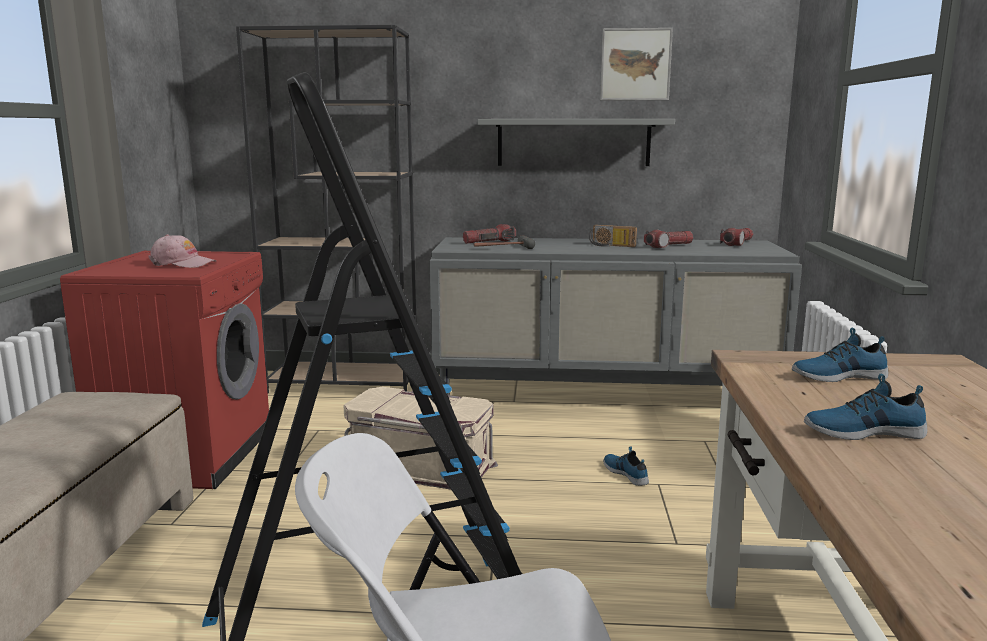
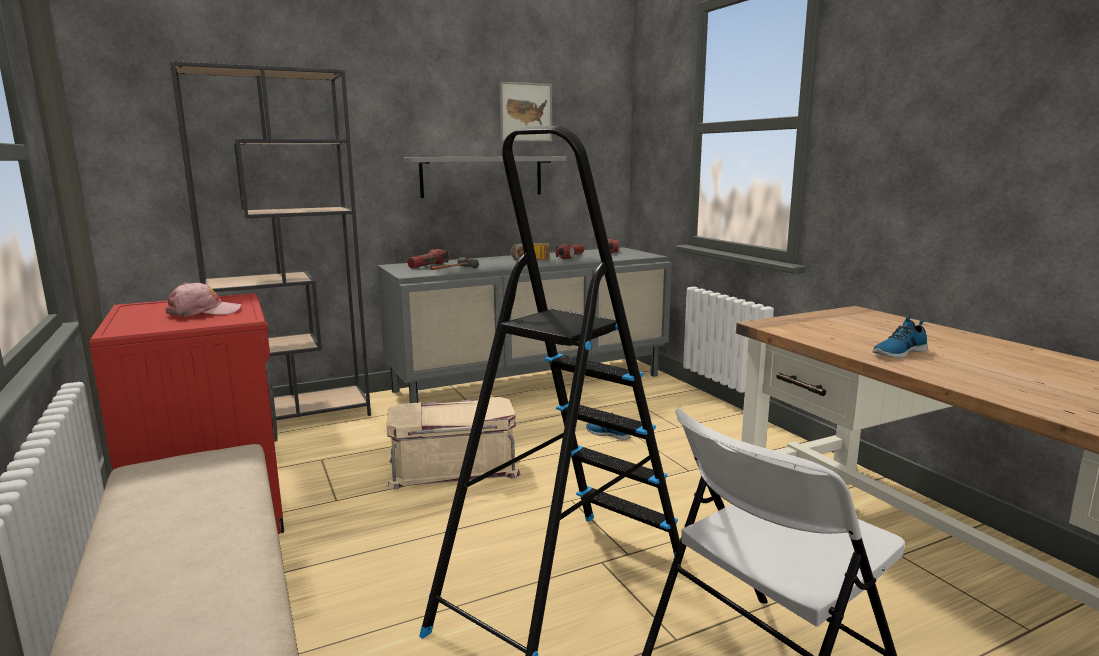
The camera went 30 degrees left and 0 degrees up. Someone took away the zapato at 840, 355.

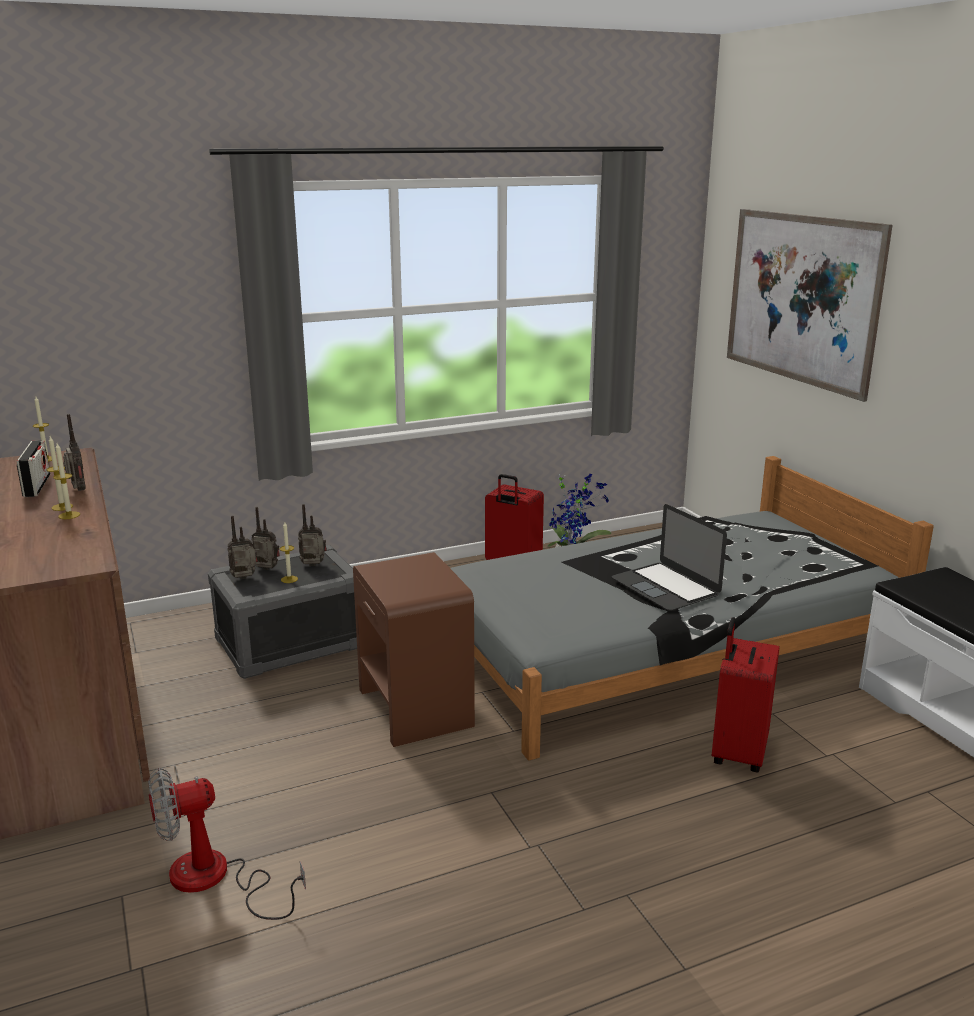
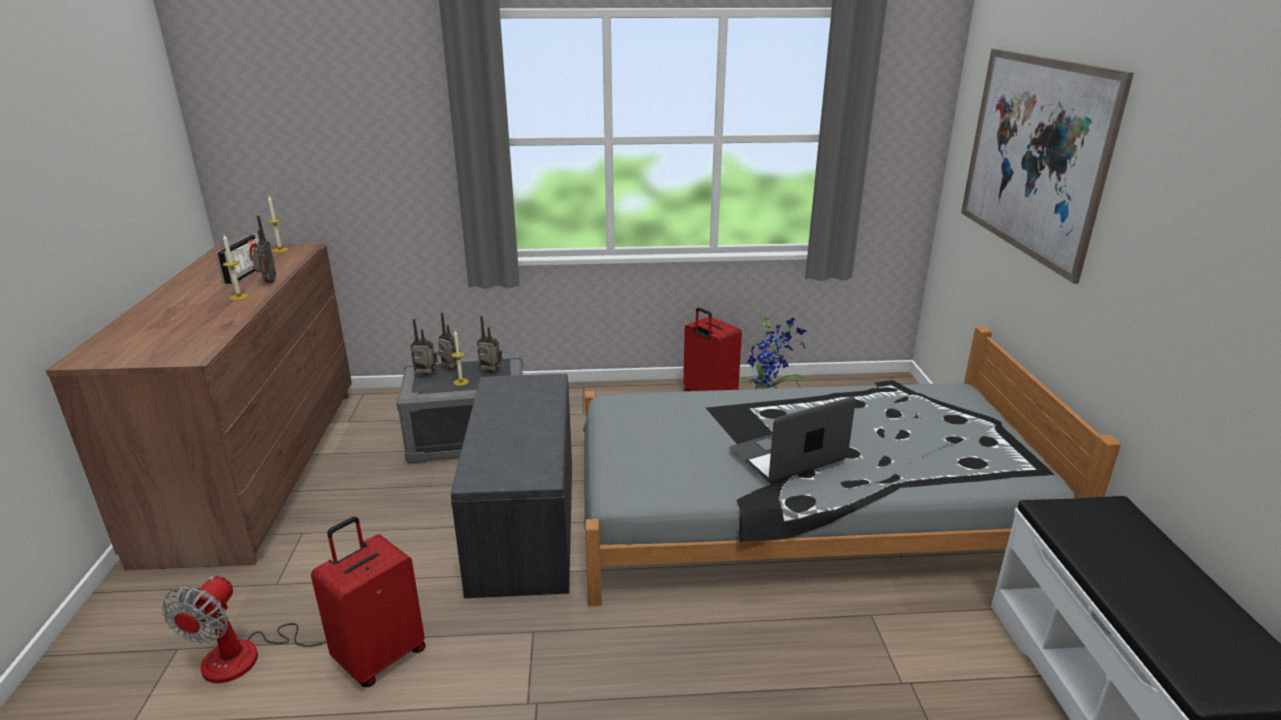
The camera went 20 degrees right and 5 degrees up. Someone took away the vela at 66, 481. Someone rotated the ventilador at 227, 844 by 75 degrees counterclockwise. Someone swapped the mesita de noche (marrón) at 414, 649 for the banco (gris) at 511, 486. Someone rotated the portátil at 669, 557 by 75 degrees clockwise. Someone carried the maleta (rojo) from 745, 694 to 368, 601.

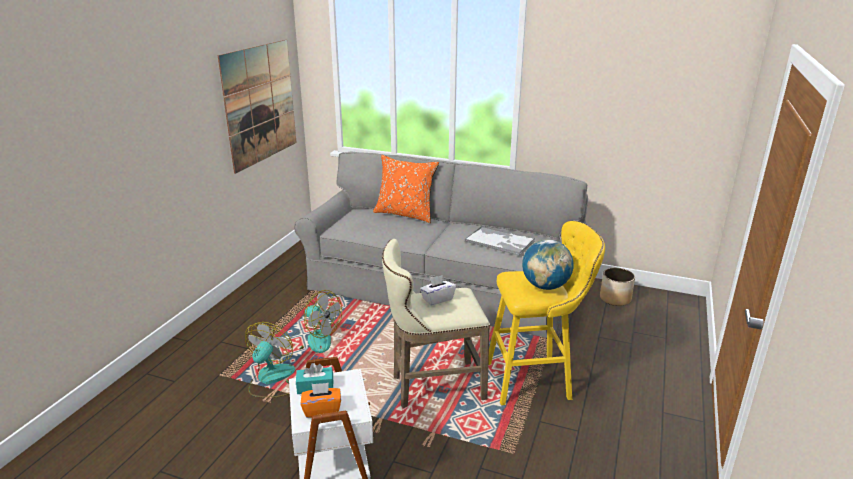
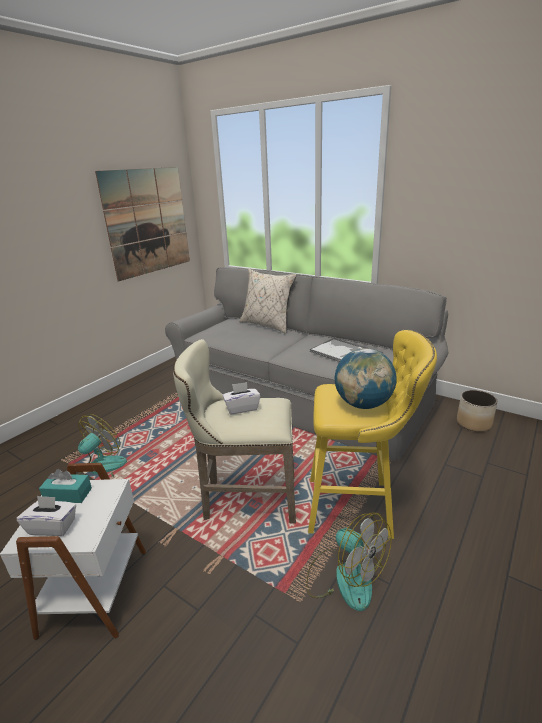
The camera went 15 degrees right and 0 degrees up. Someone carried the ventilador from 315, 321 to 349, 562. Someone repainted the caja de pañuelos (naranja) at 320, 400, which became the caja de pañuelos (blanco) at 46, 516. Someone repainted the cojín (naranja) at 406, 189, which became the cojín (beis) at 268, 301.

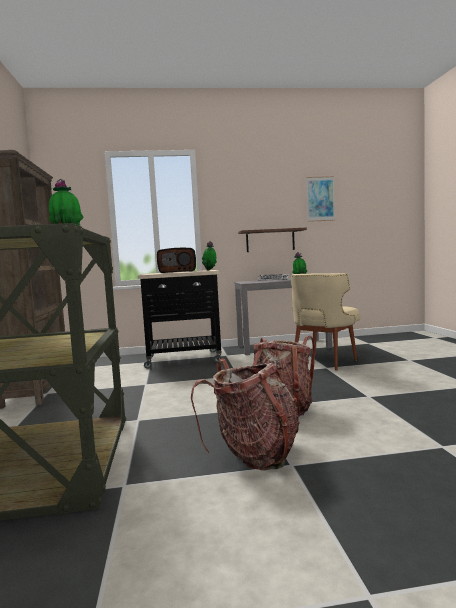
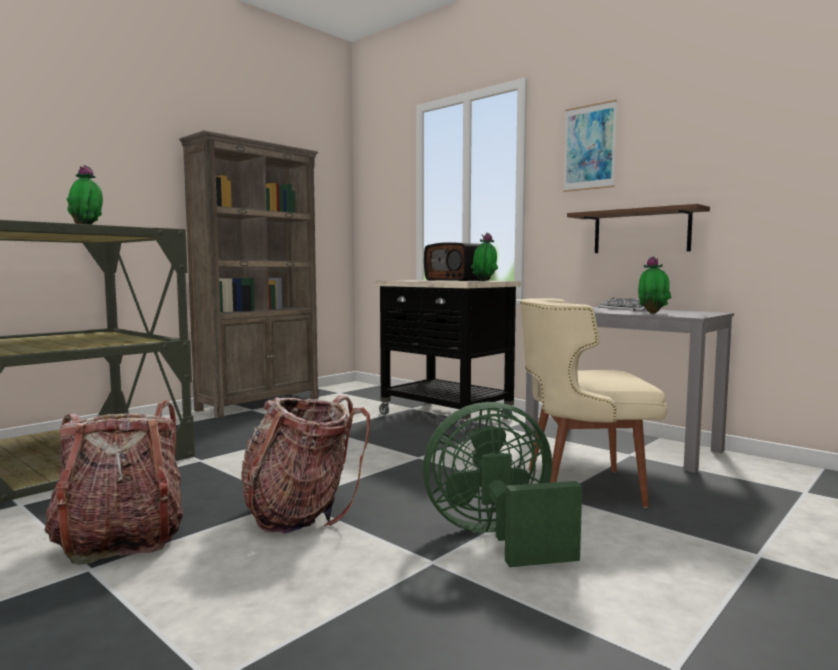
The camera went 50 degrees right and 0 degrees up. Someone carried the cuadro from 320, 199 to 590, 146. Someone put down the ventilador (verde) at 502, 484.

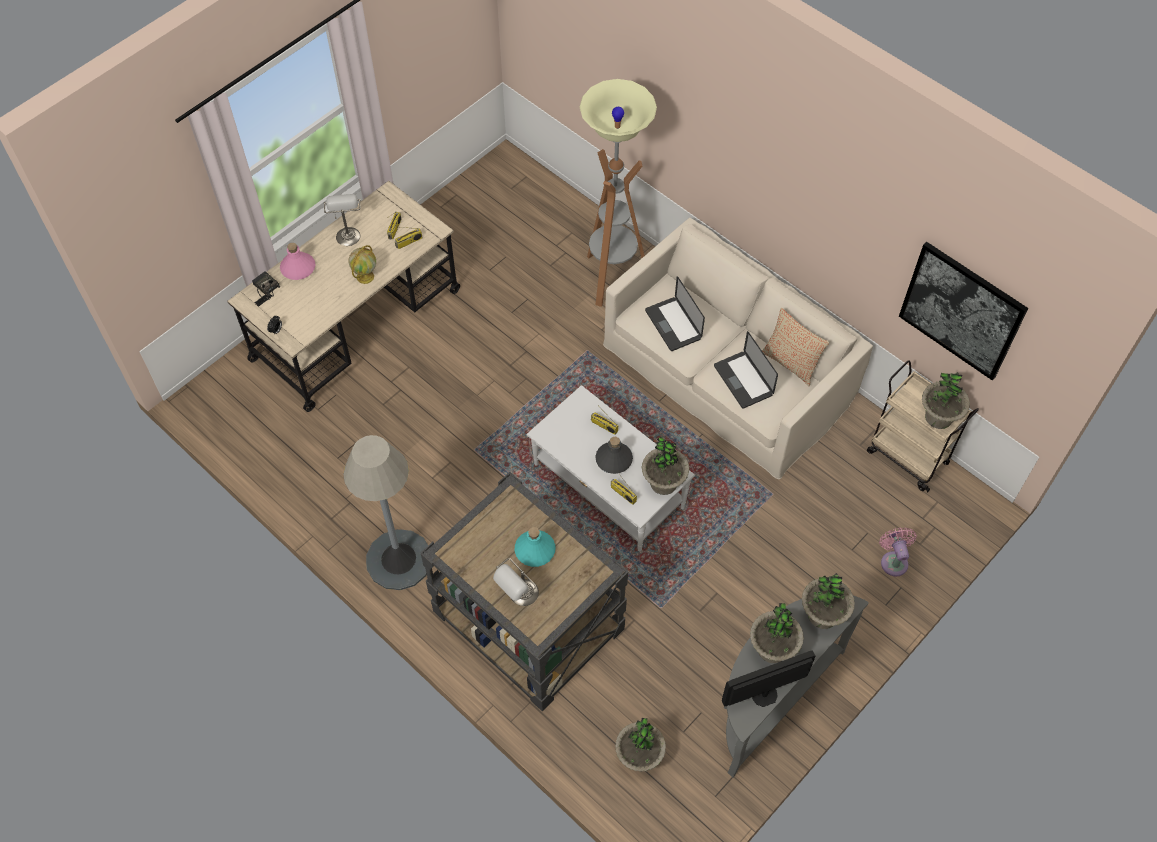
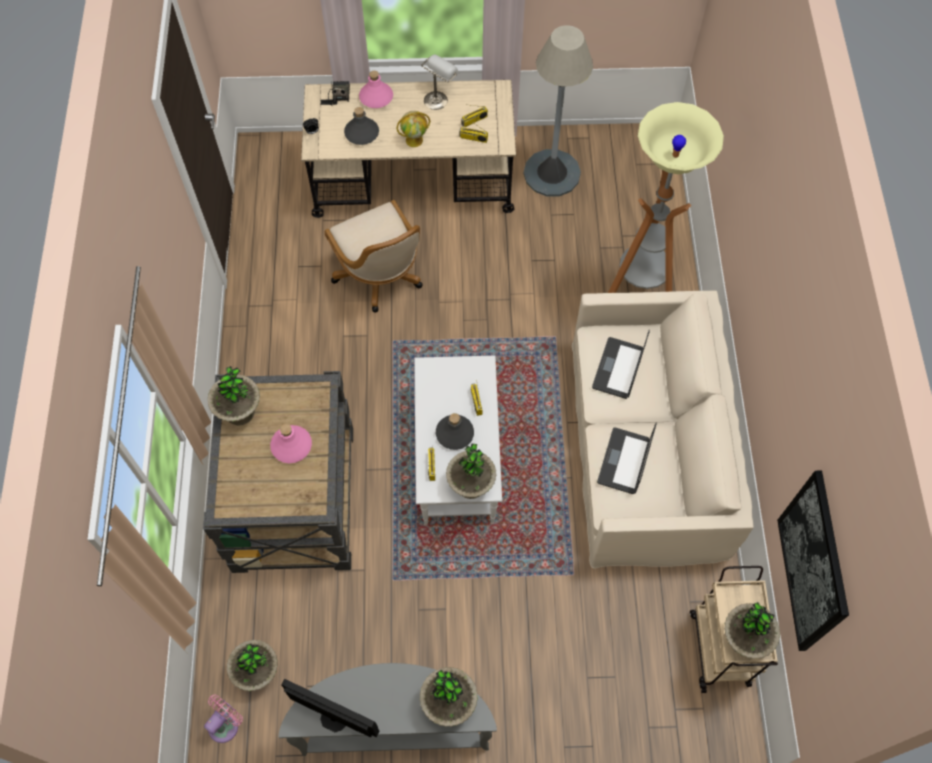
The camera went 45 degrees right and 5 degrees up. Someone carried the lámpara de pie (gris) from 385, 512 to 558, 110. Someone took away the lámpara de mesa (blanco) at 516, 582. Someone repainted the botella (turquesa) at 535, 547, which became the botella (rosa) at 291, 443. Someone carried the planta en maceta from 777, 633 to 233, 395. Someone took away the cojín (beis) at 795, 347. Someone carried the ventilador (rosa) from 898, 552 to 223, 719. Someone put down the silla de oficina at 373, 256. Someone put down the botella (gris) at 361, 126.

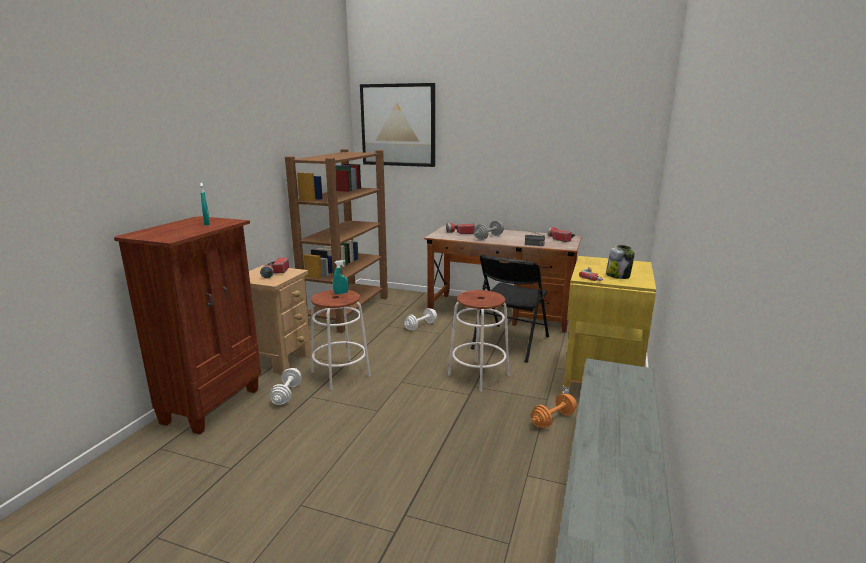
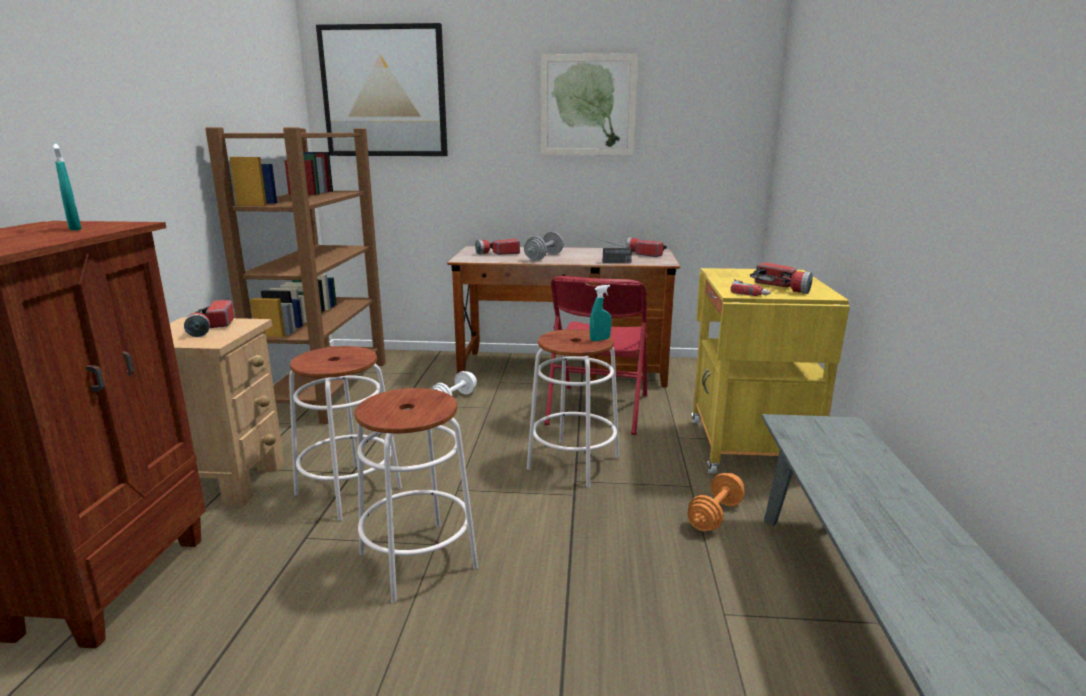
The camera went 15 degrees left and 0 degrees up. Someone took away the mancuerna (blanco) at 286, 386. Someone carried the pulverizador (turquesa) from 340, 277 to 601, 313. Someone repainted the silla (negro) at 510, 308, which became the silla (rojo) at 596, 355. Someone swapped the tarro at 620, 262 for the linterna at 781, 278. Someone put down the taburete (blanco) at 416, 495. Someone put up the cuadro at 589, 104.

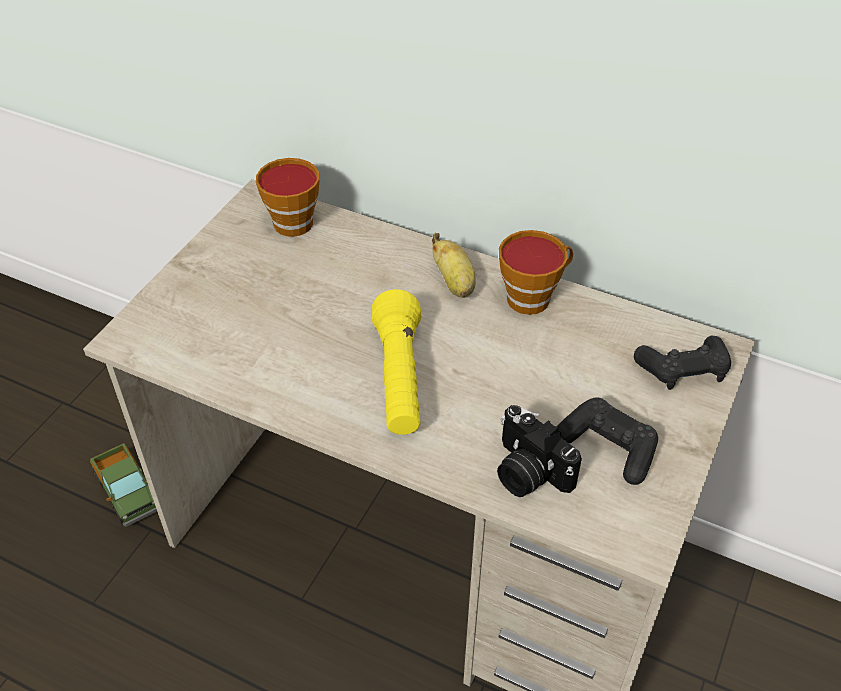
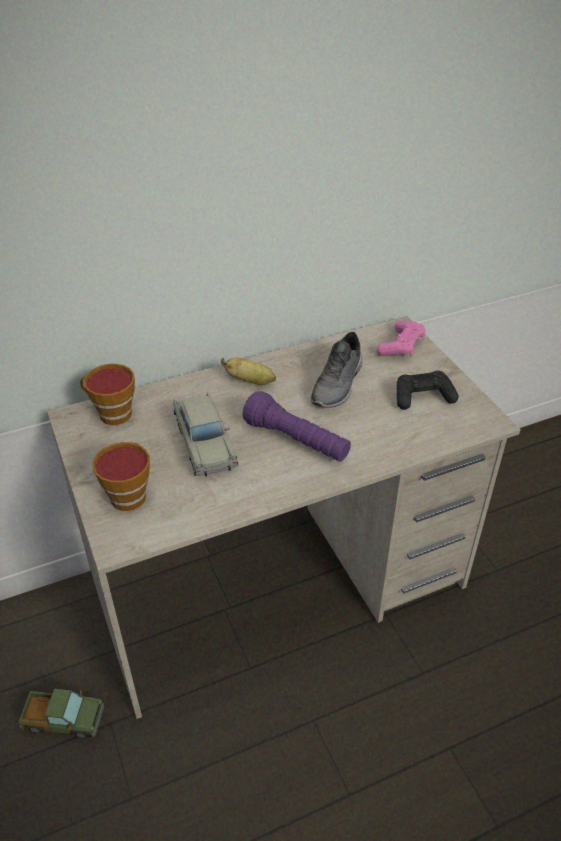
The camera went 50 degrees left and 5 degrees down. Someone repainted the linterna (amarillo) at 396, 362, which became the linterna (morado) at 297, 426. Someone took away the cámara at 539, 451. Someone carried the taza from 536, 272 to 121, 476. Someone repainted the mando de consola (negro) at 682, 363, which became the mando de consola (rosa) at 401, 338. Someone put down the coche de juguete (beis) at 205, 434. Someone put down the zapato (gris) at 336, 370.

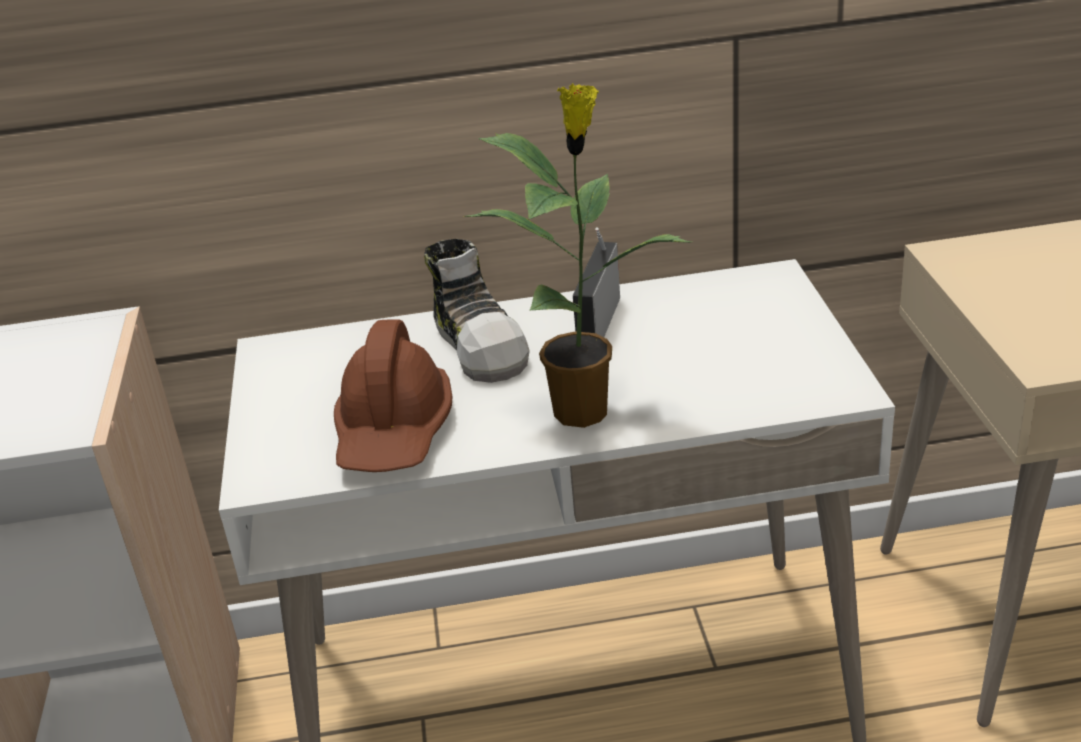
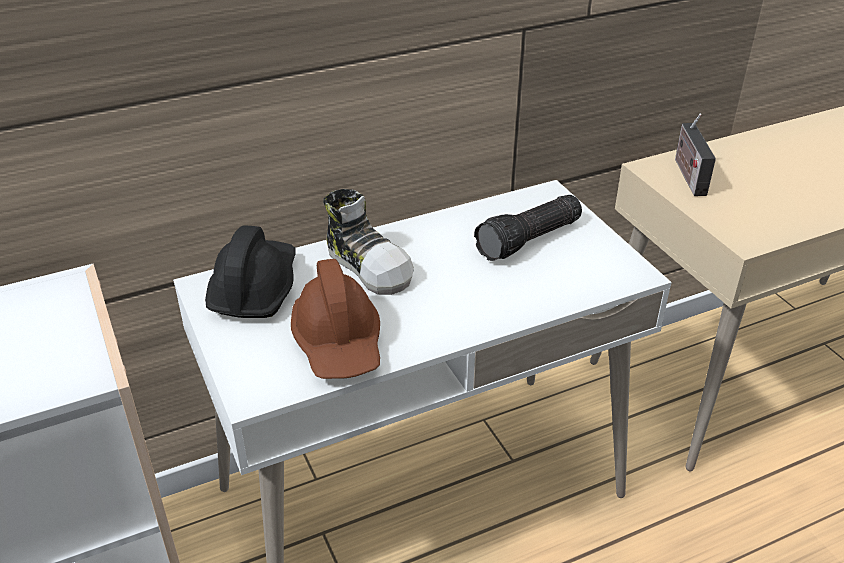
The camera went 20 degrees left and 5 degrees up. Someone took away the planta en maceta at 578, 255. Someone carried the radio from 596, 282 to 695, 155. Someone put down the casco (negro) at 250, 271. Someone put down the linterna at 528, 228.

